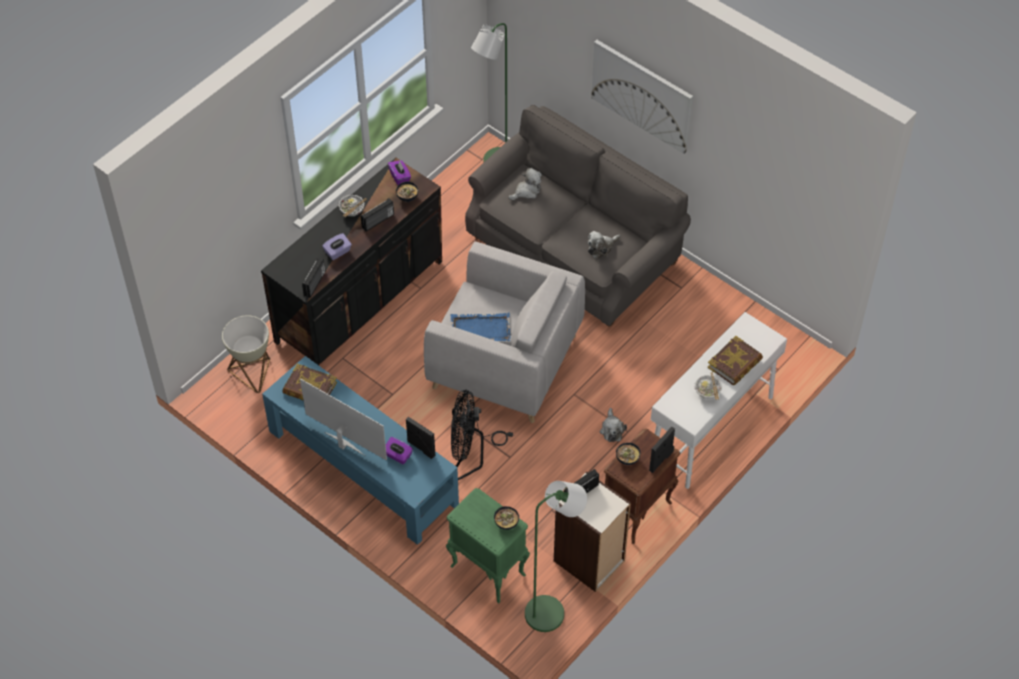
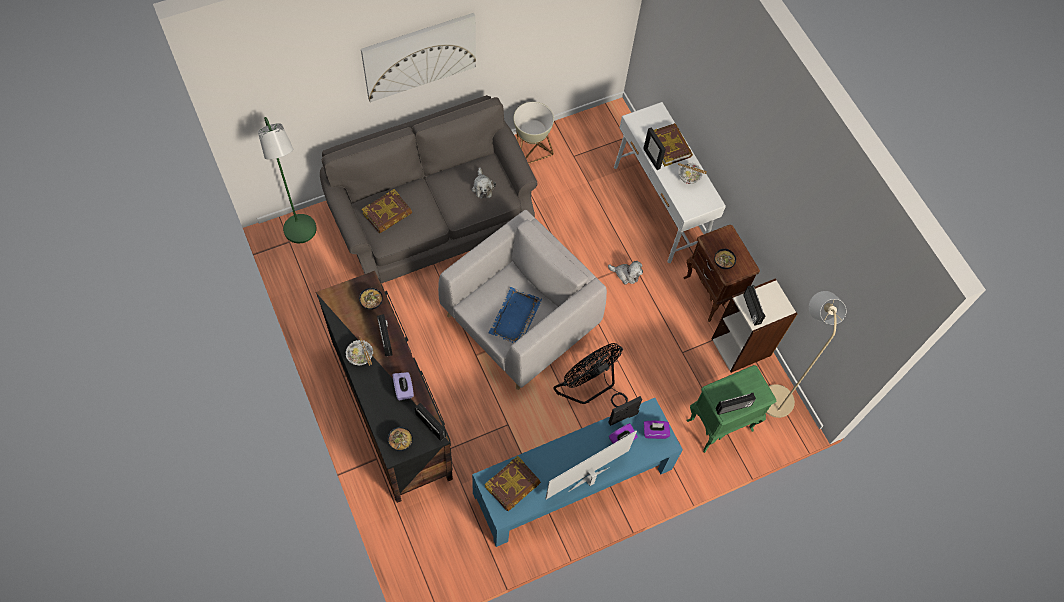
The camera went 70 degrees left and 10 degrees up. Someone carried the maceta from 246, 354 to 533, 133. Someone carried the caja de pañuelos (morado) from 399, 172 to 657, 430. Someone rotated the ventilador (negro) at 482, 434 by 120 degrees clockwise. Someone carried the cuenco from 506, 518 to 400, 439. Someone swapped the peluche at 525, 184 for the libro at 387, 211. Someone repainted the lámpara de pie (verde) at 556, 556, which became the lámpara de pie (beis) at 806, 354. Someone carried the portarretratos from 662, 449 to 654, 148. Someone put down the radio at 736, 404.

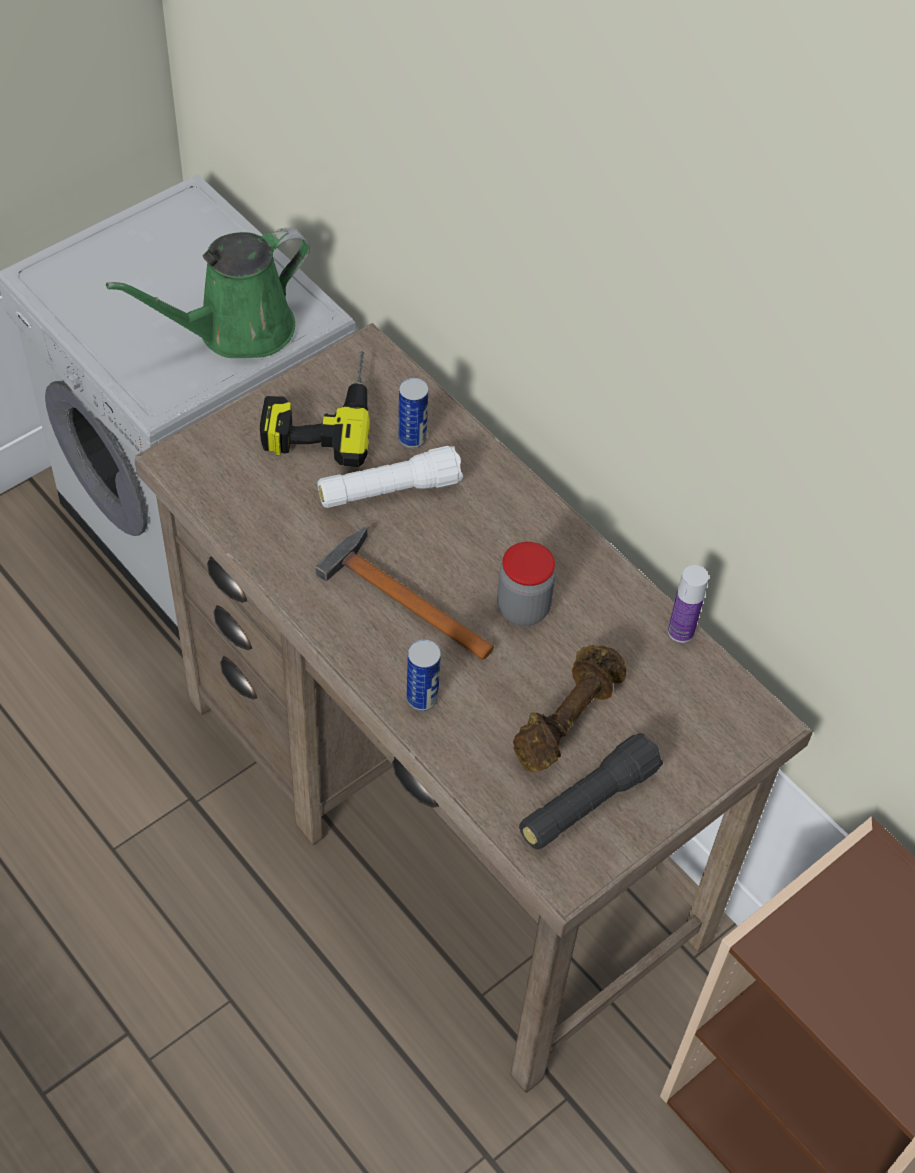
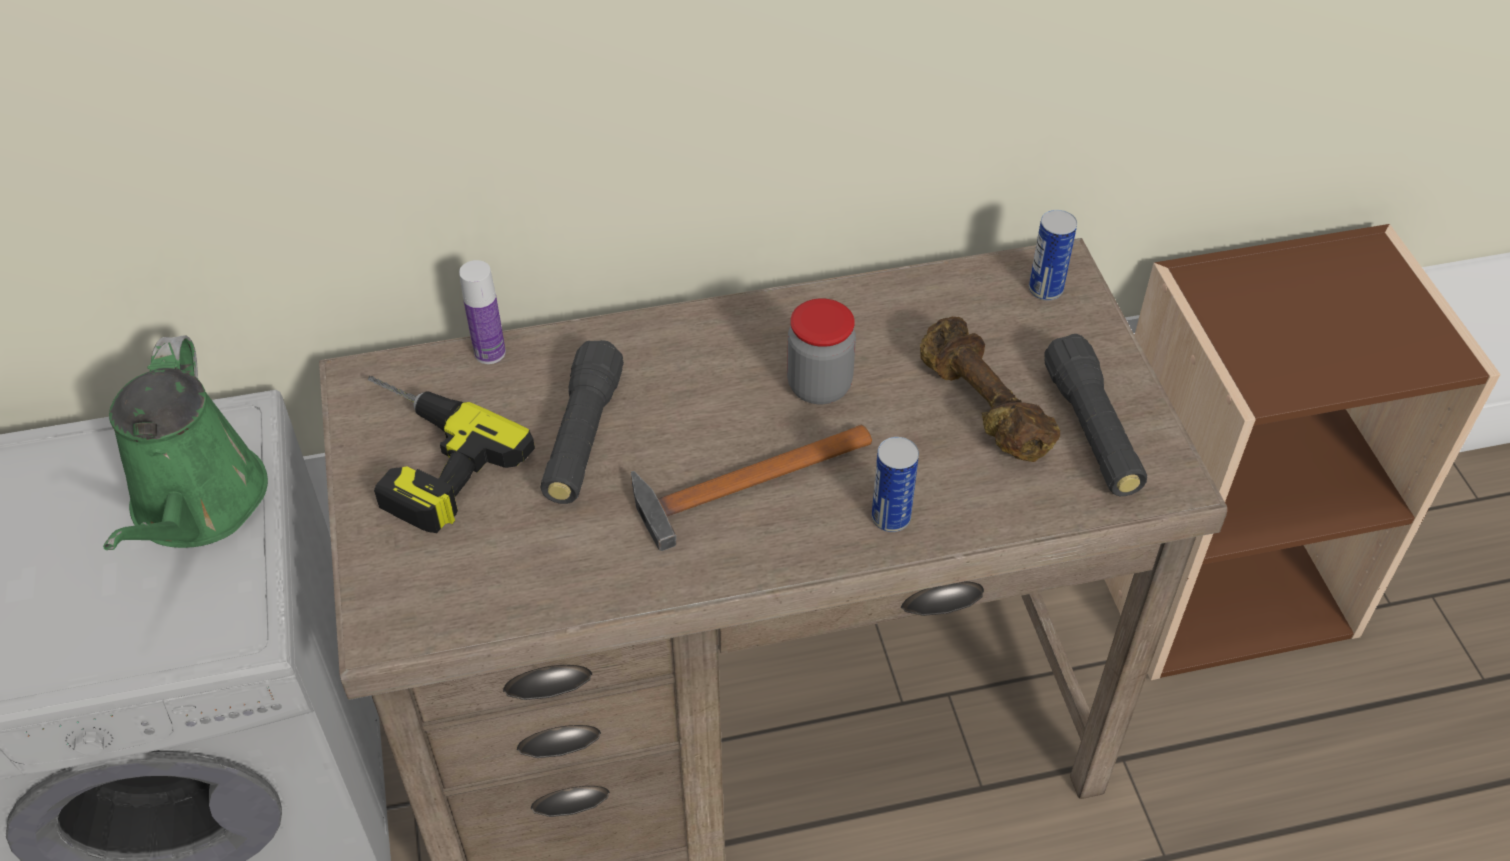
The camera went 60 degrees left and 5 degrees down. Someone repainted the linterna (blanco) at 390, 477, which became the linterna (negro) at 582, 422. Someone carried the lata from 413, 413 to 1053, 255. Someone carried the botella from 688, 604 to 482, 312.

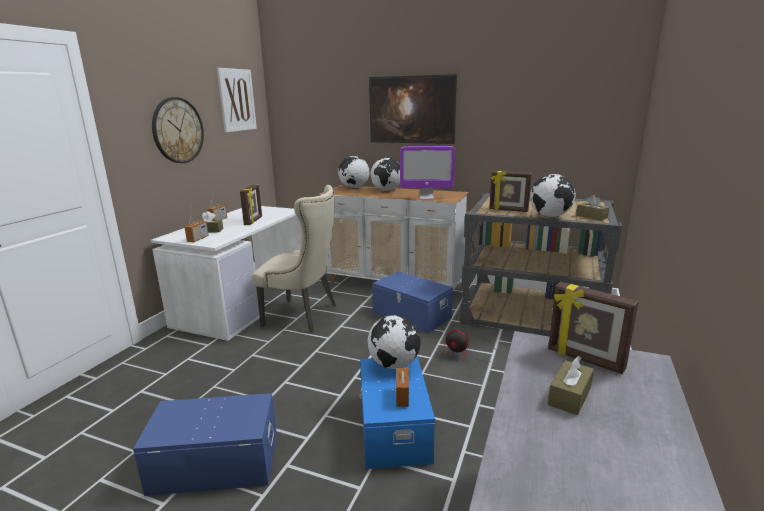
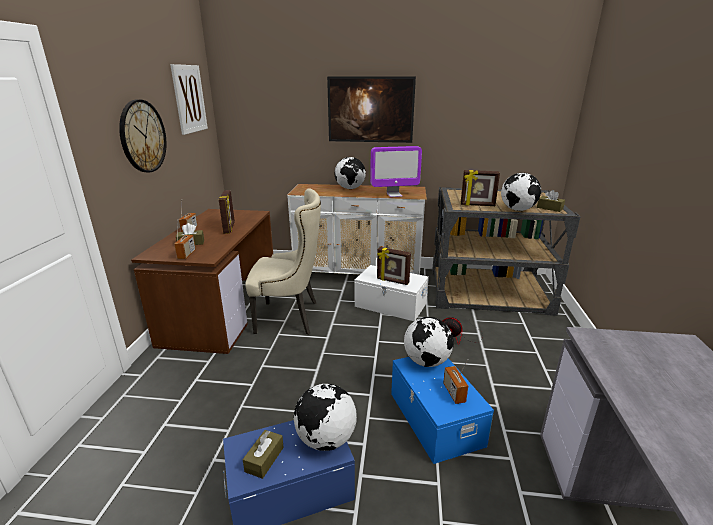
The camera went 15 degrees left and 5 degrees up. Someone repainted the escritorio (blanco) at 226, 273, which became the escritorio (marrón) at 202, 281. Someone carried the globo terráqueo from 354, 172 to 325, 417. Someone repainted the caja de almacenaje (azul) at 412, 302, which became the caja de almacenaje (blanco) at 392, 293. Someone carried the portarretratos from 593, 328 to 394, 266. Someone carried the caja de pañuelos (marrón) from 571, 385 to 263, 454.

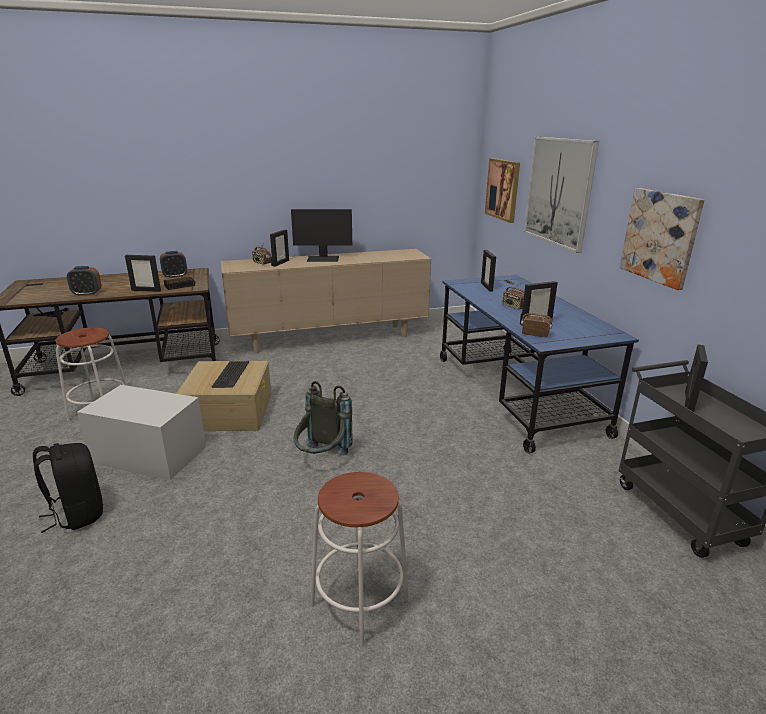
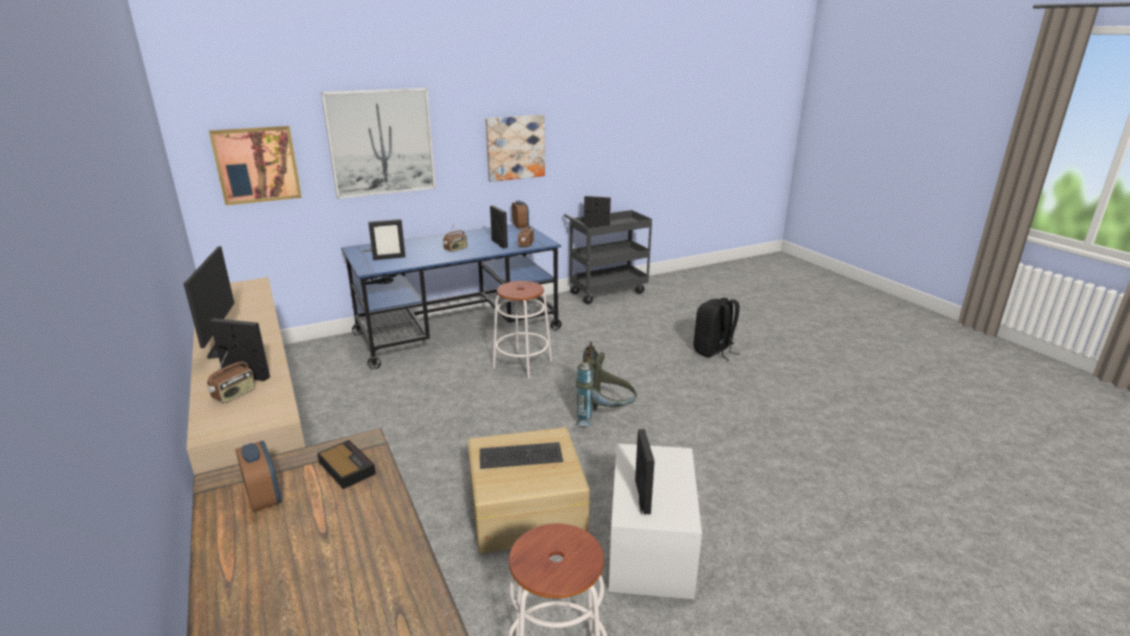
The camera went 100 degrees left and 0 degrees up. Someone carried the mochila (negro) from 68, 488 to 717, 329. Someone carried the despertador from 84, 281 to 520, 215. Someone carried the portarretratos from 143, 273 to 645, 472. Someone carried the taburete (blanco) from 359, 559 to 522, 330.

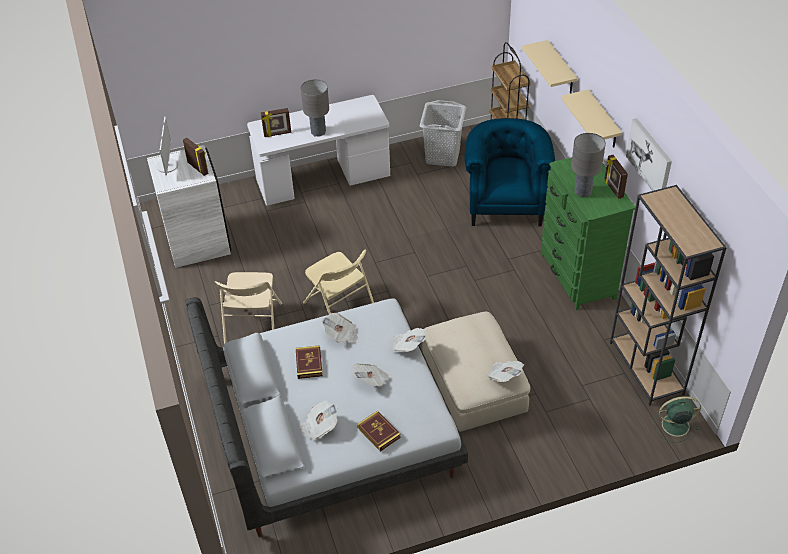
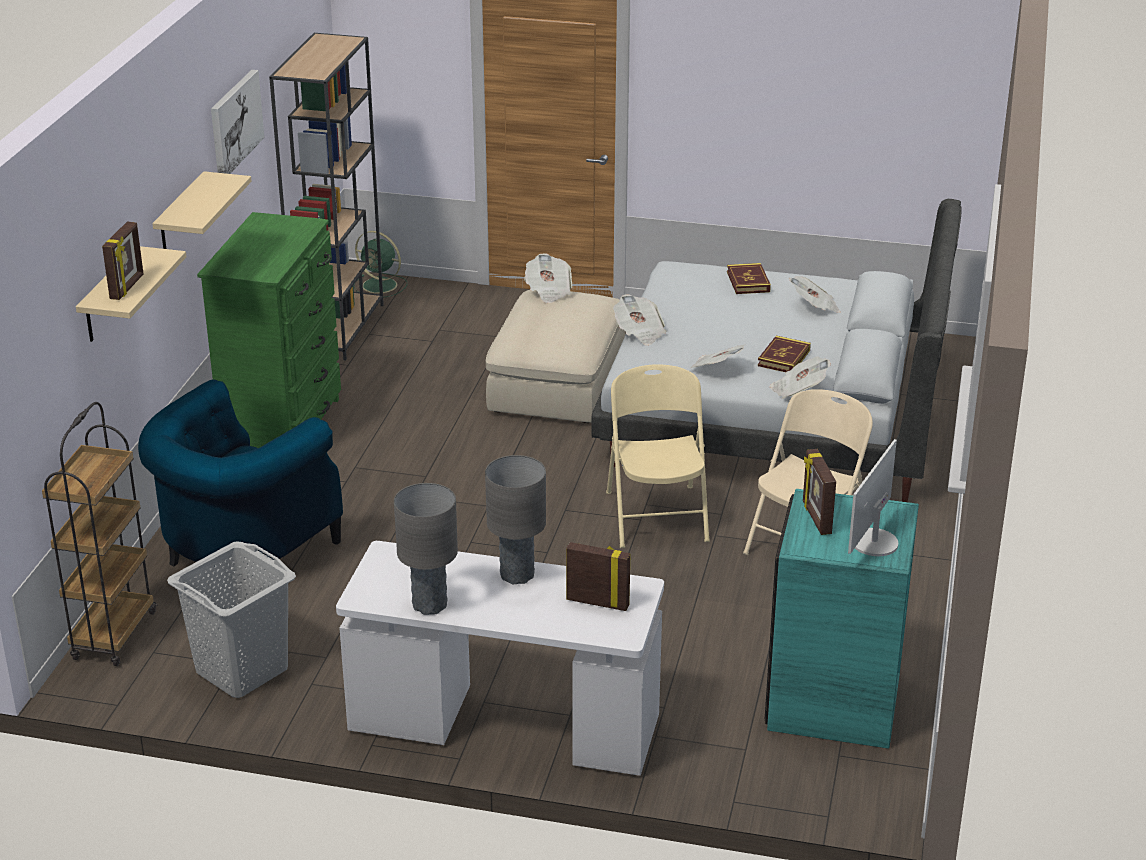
The camera went 150 degrees left and 15 degrees down. Someone repainted the armario (blanco) at 189, 206, which became the armario (turquesa) at 842, 619. Someone carried the periódico from 371, 375 to 800, 377. Someone carried the lámpara de mesa (gris) from 588, 165 to 426, 549. Someone carried the portarretratos from 616, 177 to 123, 261.

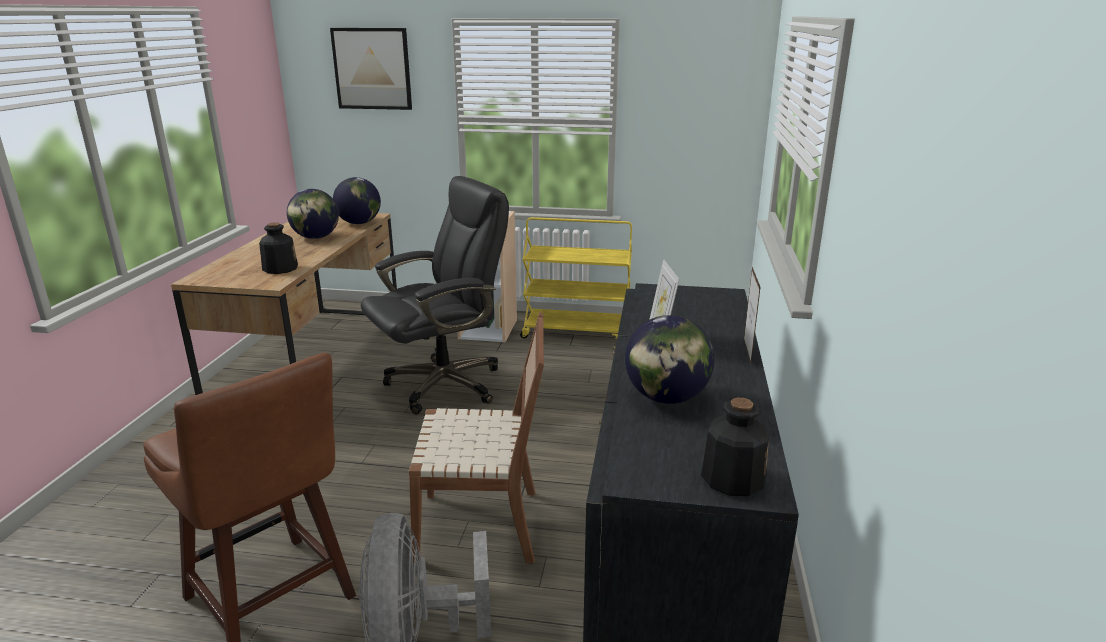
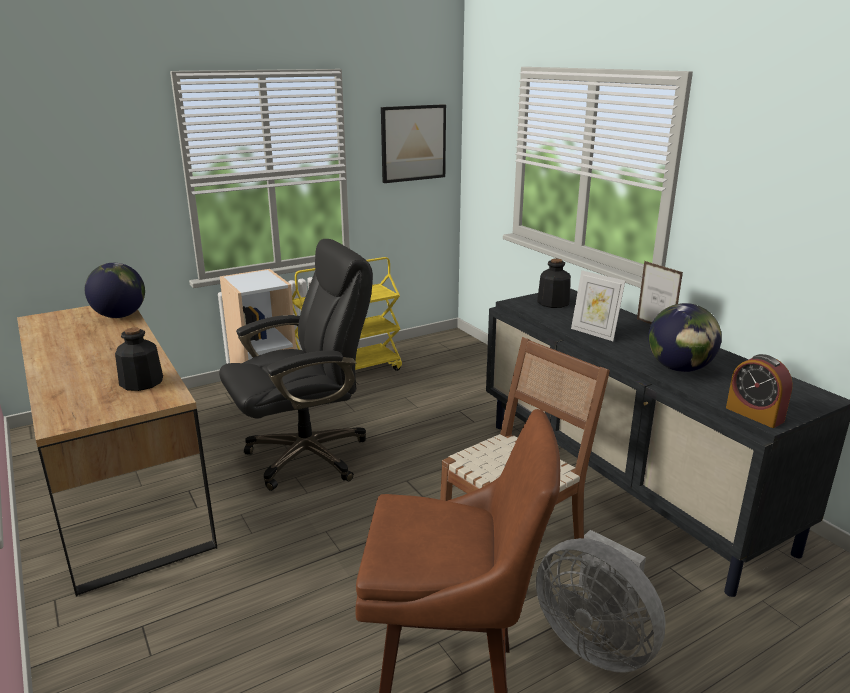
The camera went 40 degrees left and 0 degrees up. Someone took away the globo terráqueo at 313, 214. Someone carried the cuadro from 371, 69 to 413, 143. Someone rotated the silla de oficina (negro) at 435, 295 by 45 degrees clockwise. Someone carried the botella from 735, 447 to 554, 283. Someone put down the despertador at 759, 391.

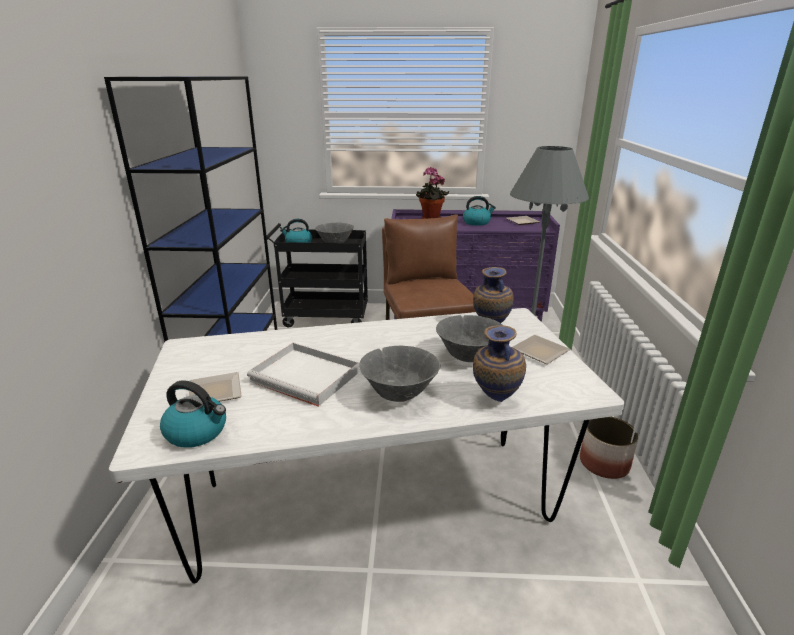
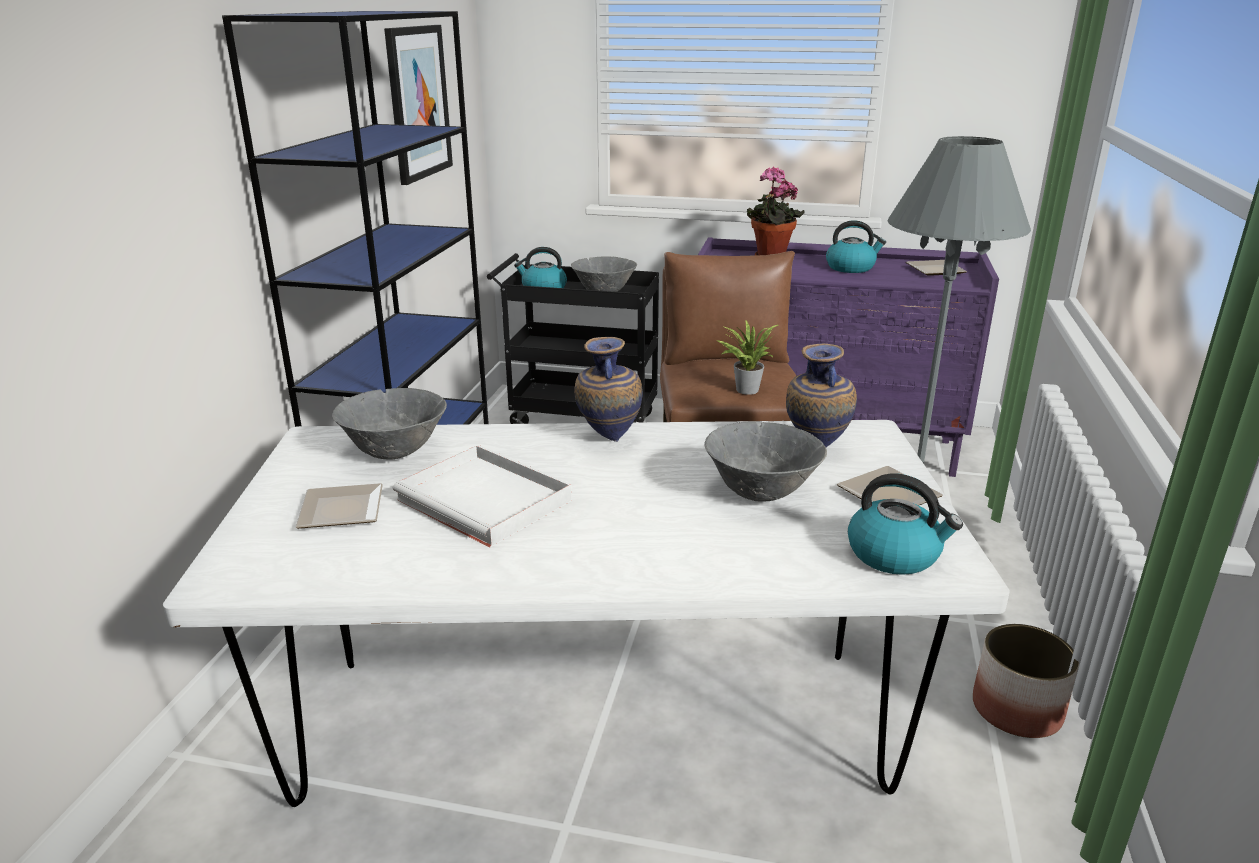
The camera went 10 degrees right and 0 degrees up. Someone carried the hervidor from 193, 414 to 905, 524. Someone carried the cuenco (gris) from 399, 373 to 389, 423. Someone carried the florero from 499, 363 to 608, 389. Someone put up the cuadro at 418, 105. Someone put down the planta en maceta at 747, 358.

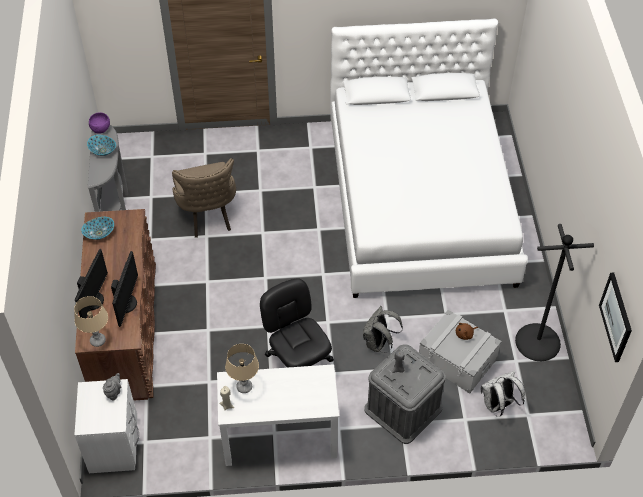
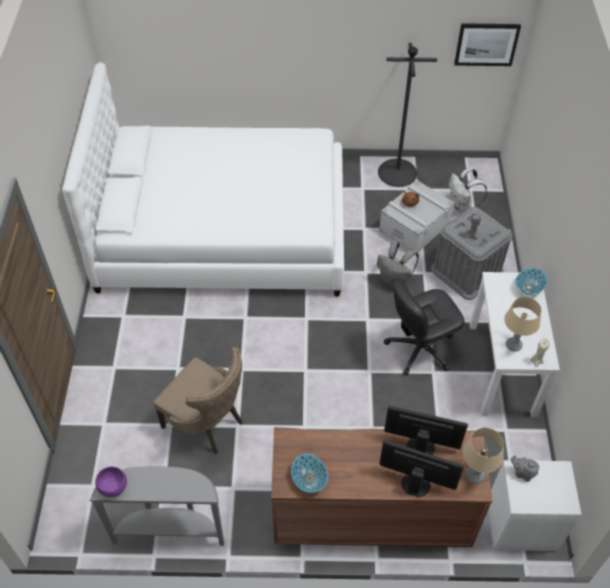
The camera went 85 degrees left and 0 degrees up. Someone carried the cuenco from 101, 145 to 531, 281. Someone rotated the silla (beis) at 204, 198 by 45 degrees clockwise.

